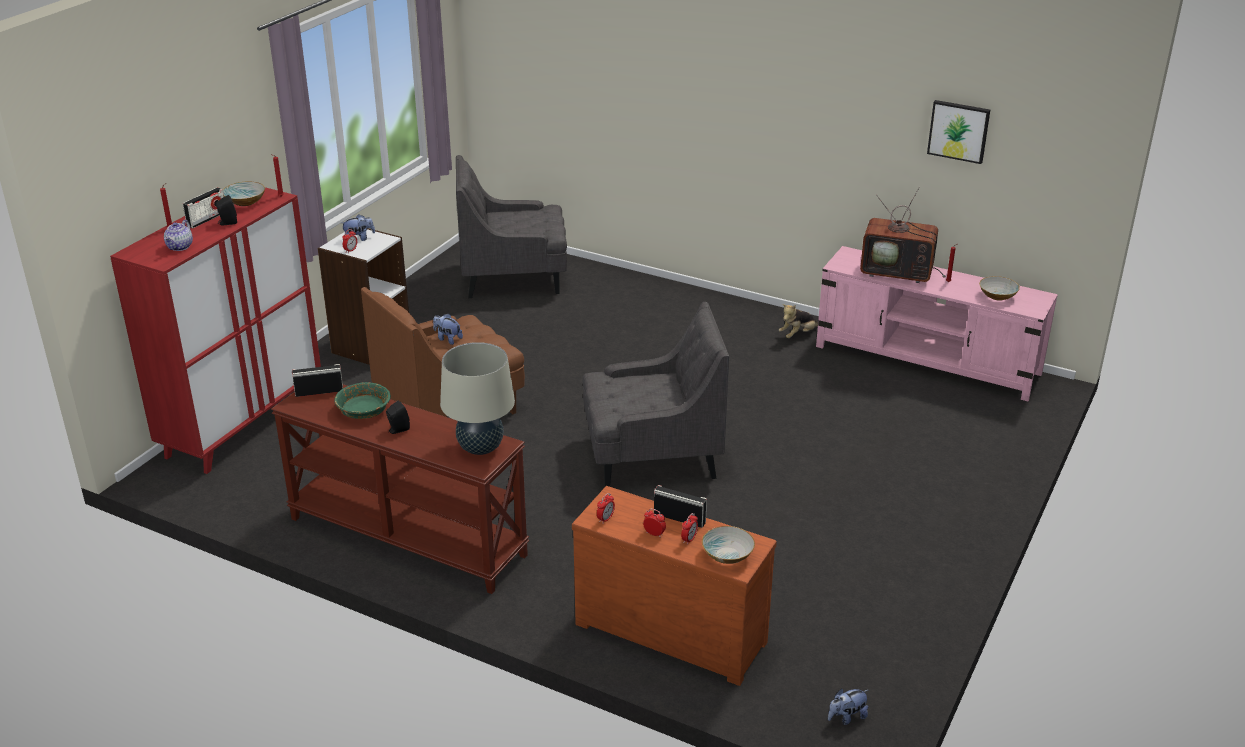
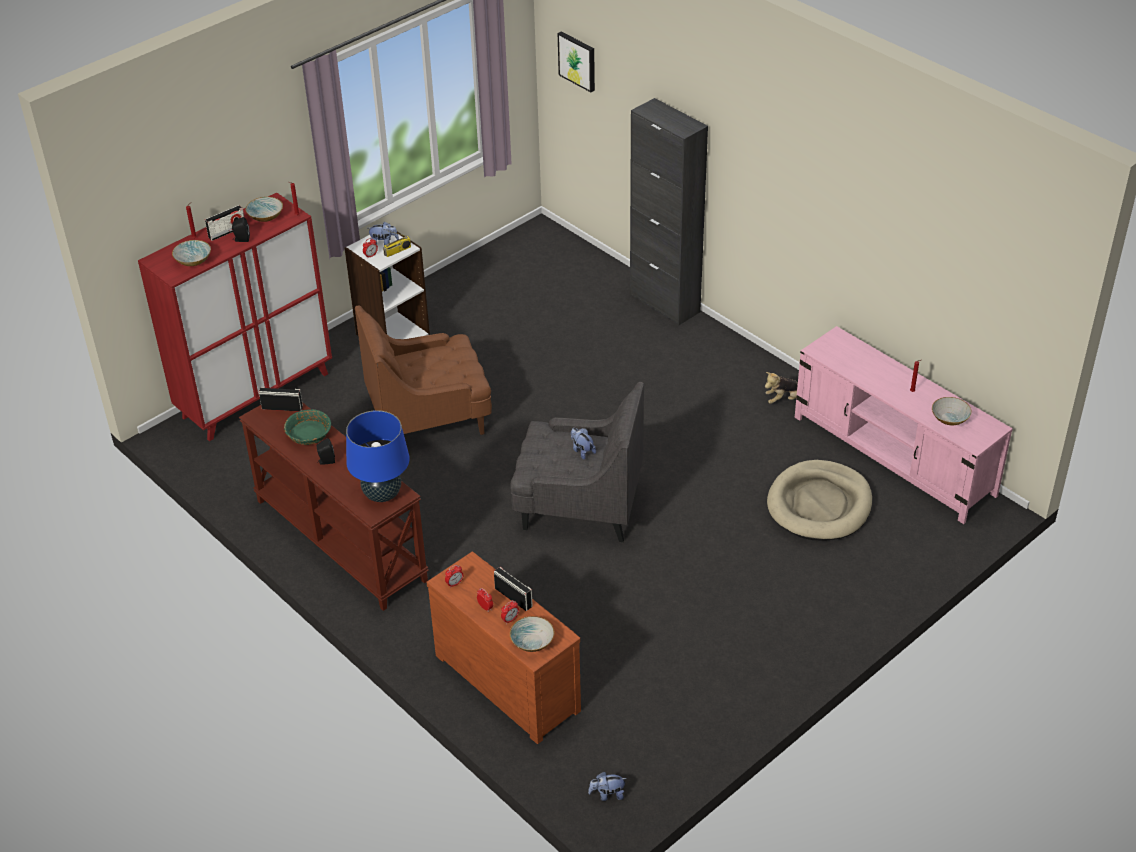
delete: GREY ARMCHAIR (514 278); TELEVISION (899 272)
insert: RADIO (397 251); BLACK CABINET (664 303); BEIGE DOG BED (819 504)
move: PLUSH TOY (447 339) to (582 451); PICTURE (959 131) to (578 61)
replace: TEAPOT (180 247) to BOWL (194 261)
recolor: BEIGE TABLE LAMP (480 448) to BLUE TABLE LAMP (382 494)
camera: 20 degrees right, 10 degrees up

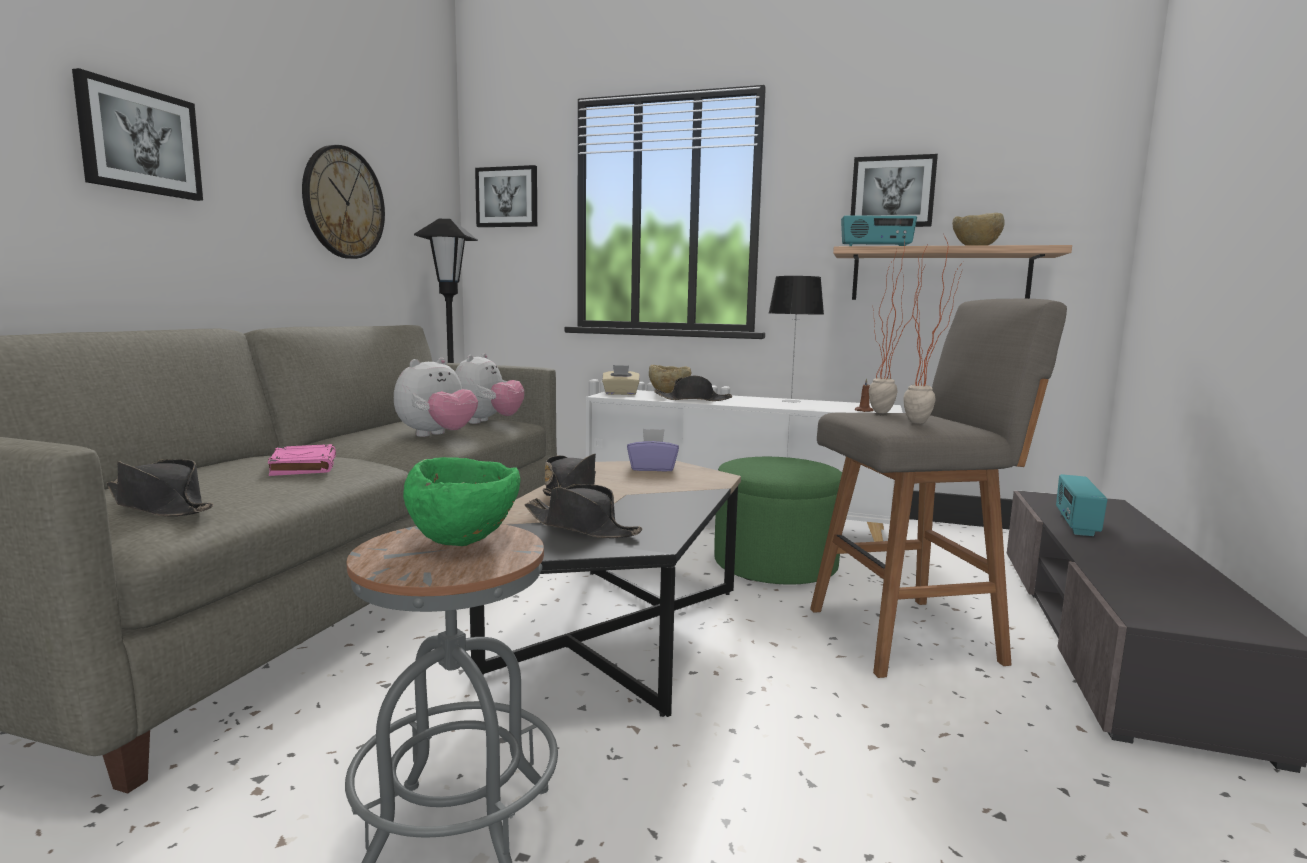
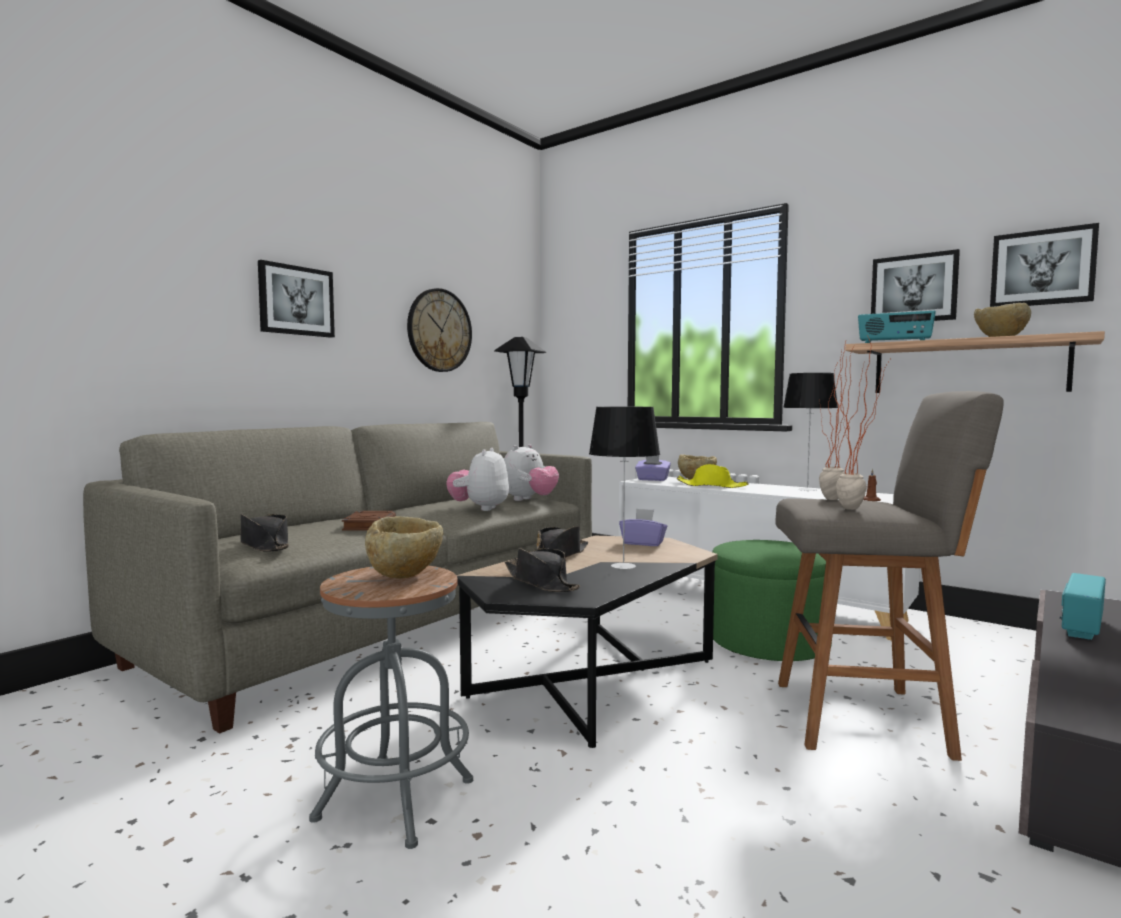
insert: TABLE LAMP (623 566)
move: PICTURE (507 197) to (1042 268)
recolor: PINK BOOK (303 466) to BROWN BOOK (369 525); GREEN BOWL (465 540) to BEIGE BOWL (406 575); BEIGE TISSUE BOX (620 393) to PURPLE TISSUE BOX (652 479); BLACK HAT (693 399) to YELLOW HAT (712 486)
rotate: PLUSH TOY (437 436) = (480 508) 135 degrees clockwise
camera: 20 degrees right, 5 degrees down

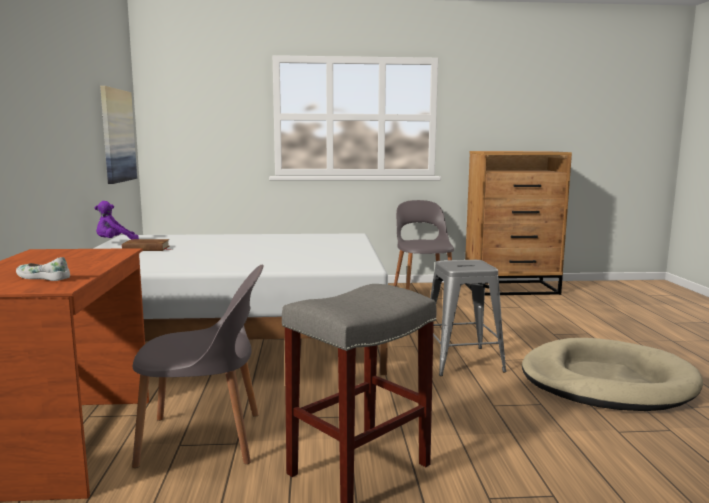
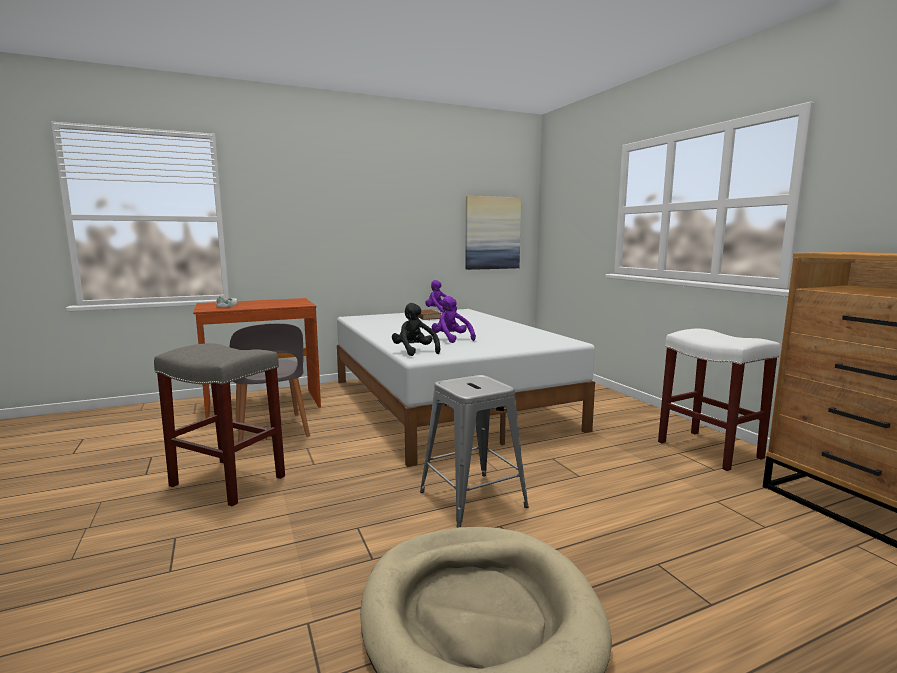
insert: BLACK PLUSH TOY (414 351); PURPLE PLUSH TOY (451 339)
replace: GREY CHAIR (423 291) to WHITE STOOL (710 450)
camera: 70 degrees right, 0 degrees up

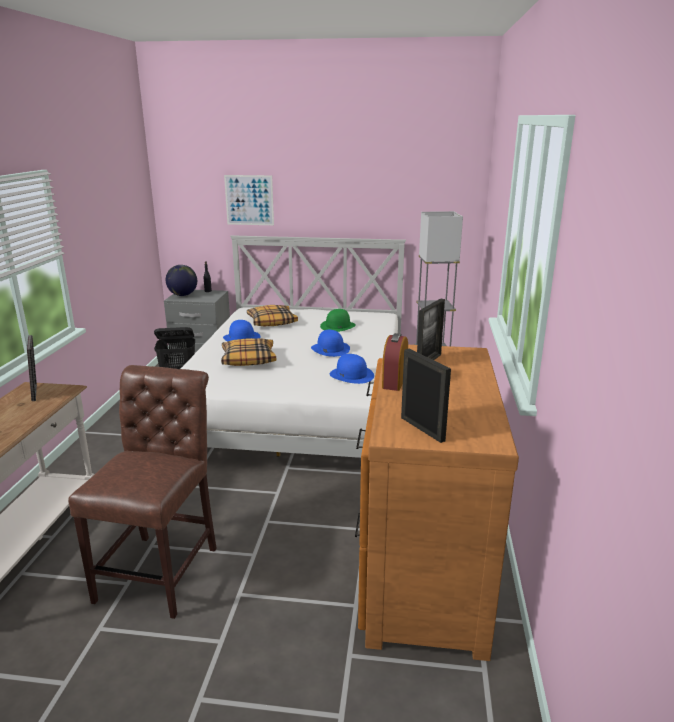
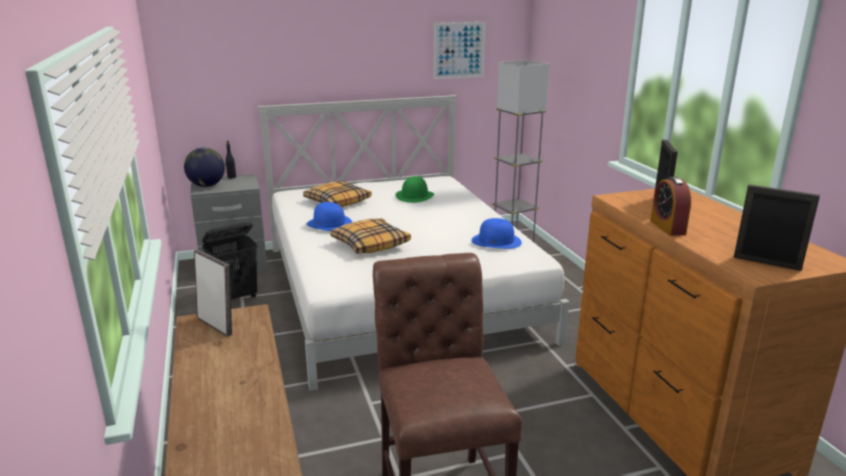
delete: BLUE HAT (330 349)
move: PICTURE (249 200) to (459 50)
camera: 25 degrees left, 0 degrees up

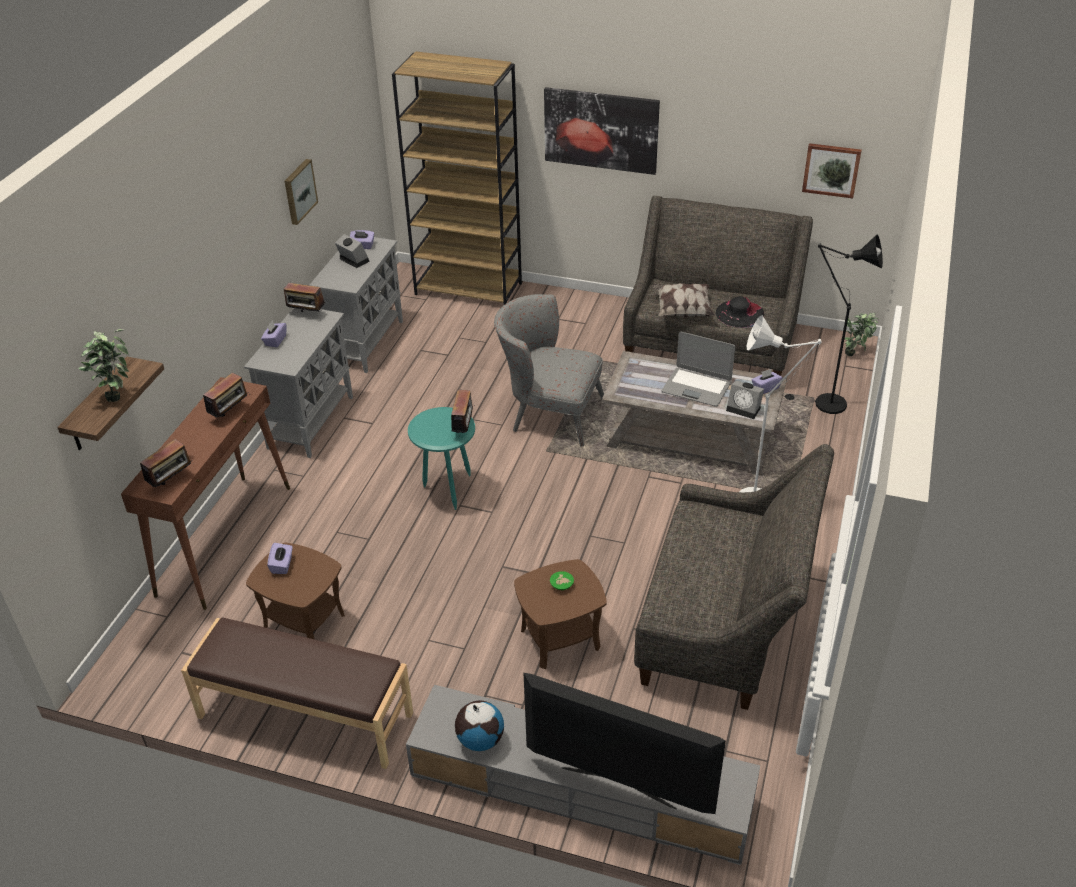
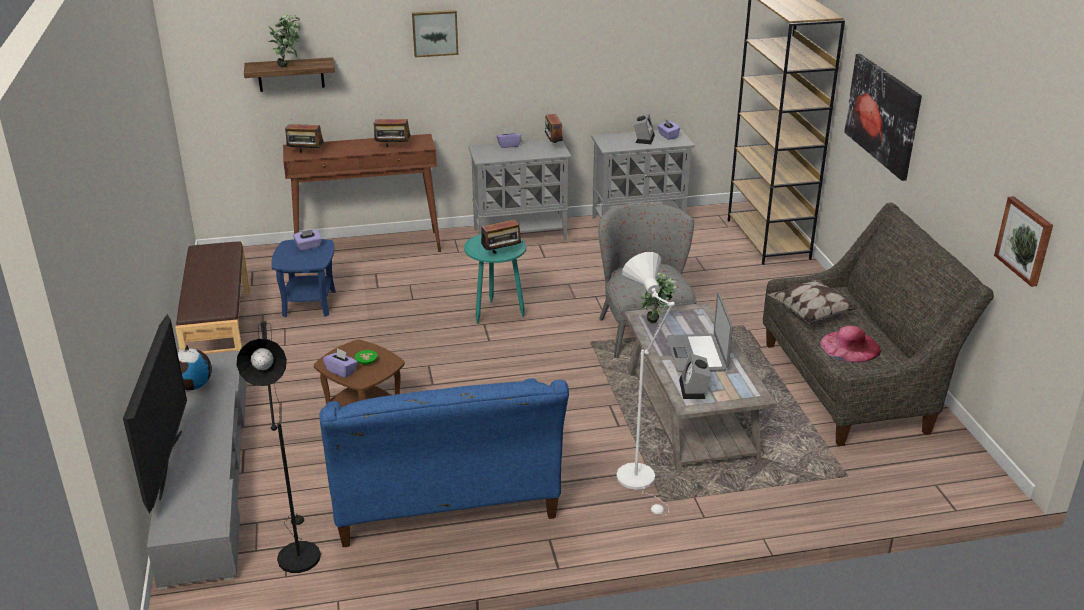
move: PICTURE (299 191) to (435 33); PURPLE TISSUE BOX (765 388) to (341 371); BLACK FLOOR LAMP (824 404) to (297 552); POTTED PLANT (855 354) to (657 324)
recolor: BROWN SIDE TABLE (304 621) to BLUE SIDE TABLE (309 303); GREY SOFA (726 624) to BLUE SOFA (445 505); BLACK HAT (740 313) to PINK HAT (850 346)
camera: 60 degrees right, 10 degrees down

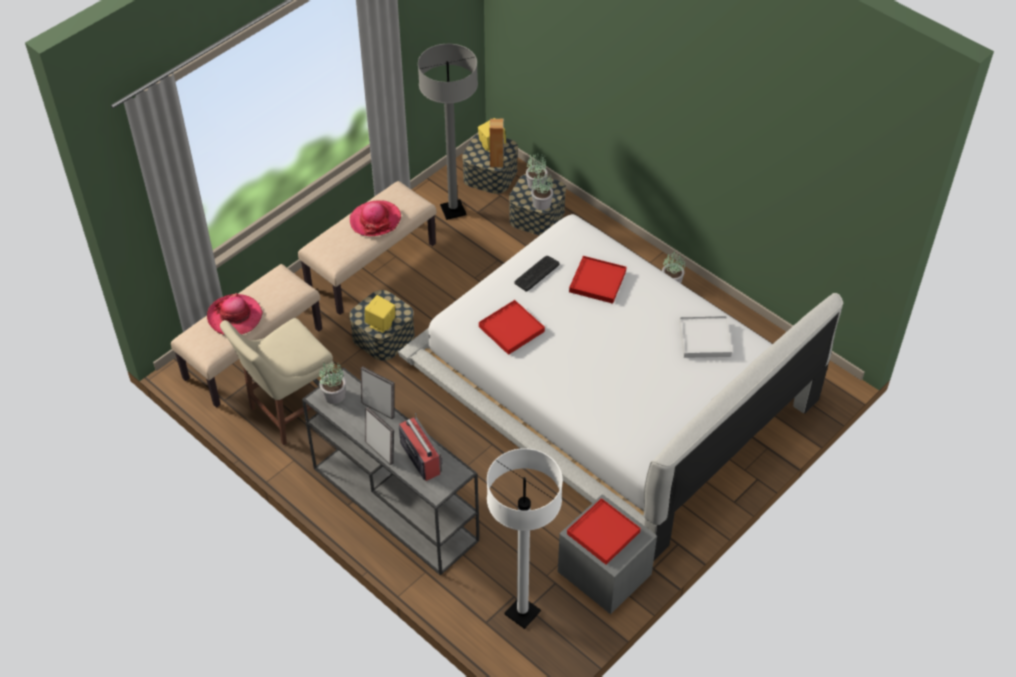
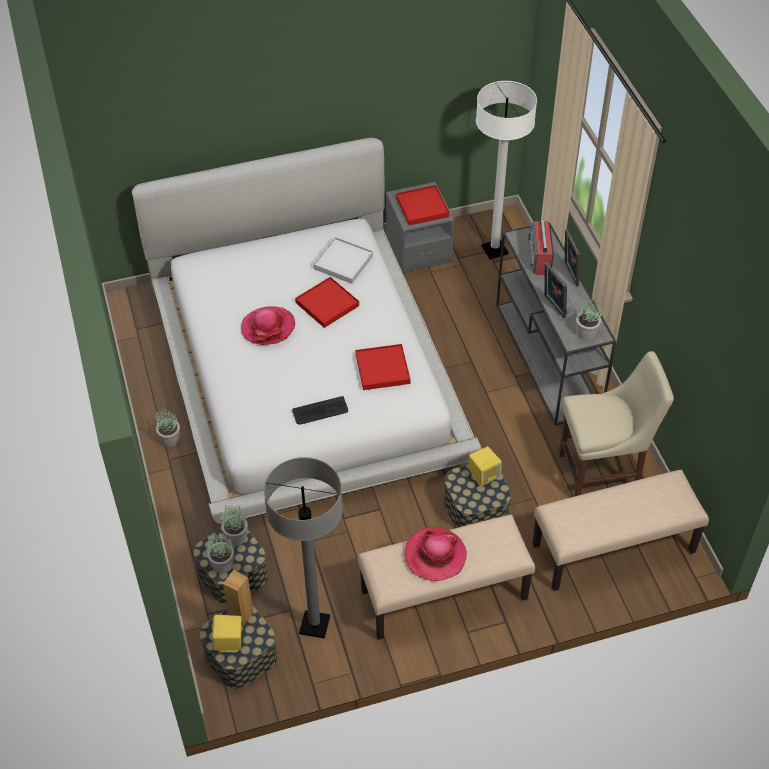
move: HAT (235 316) to (268 327); RED TRAY (597 281) to (327 304); WHITE TRAY (704 339) to (343 262)
camera: 150 degrees left, 0 degrees up

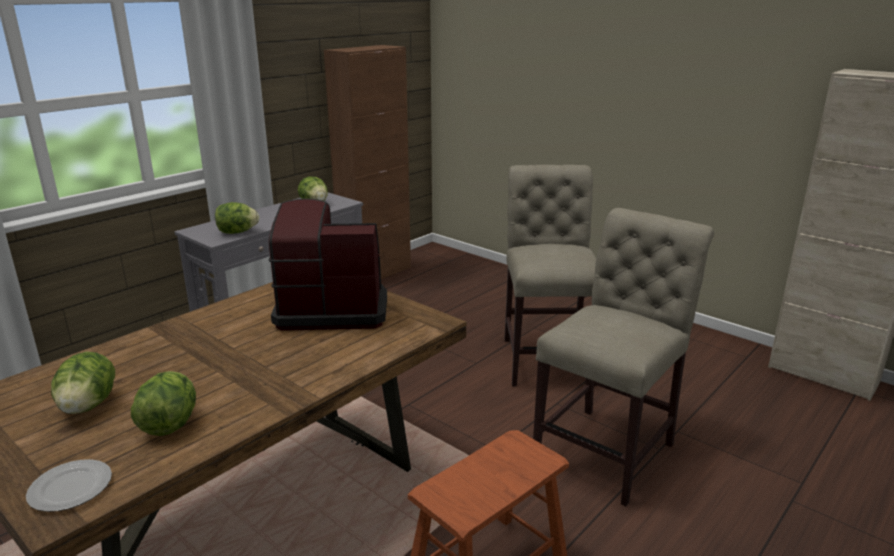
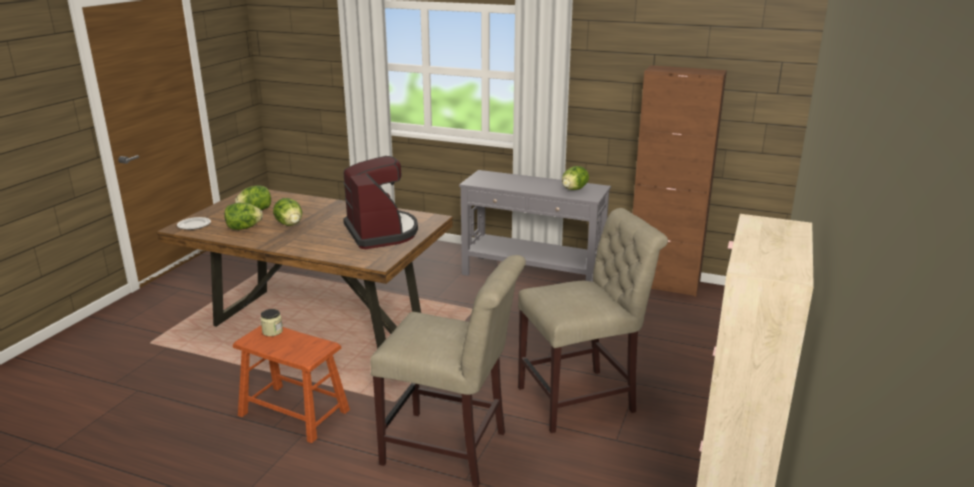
insert: JAR (272 331)
move: LETTUCE (237 232) to (290 224)
camera: 70 degrees right, 0 degrees up

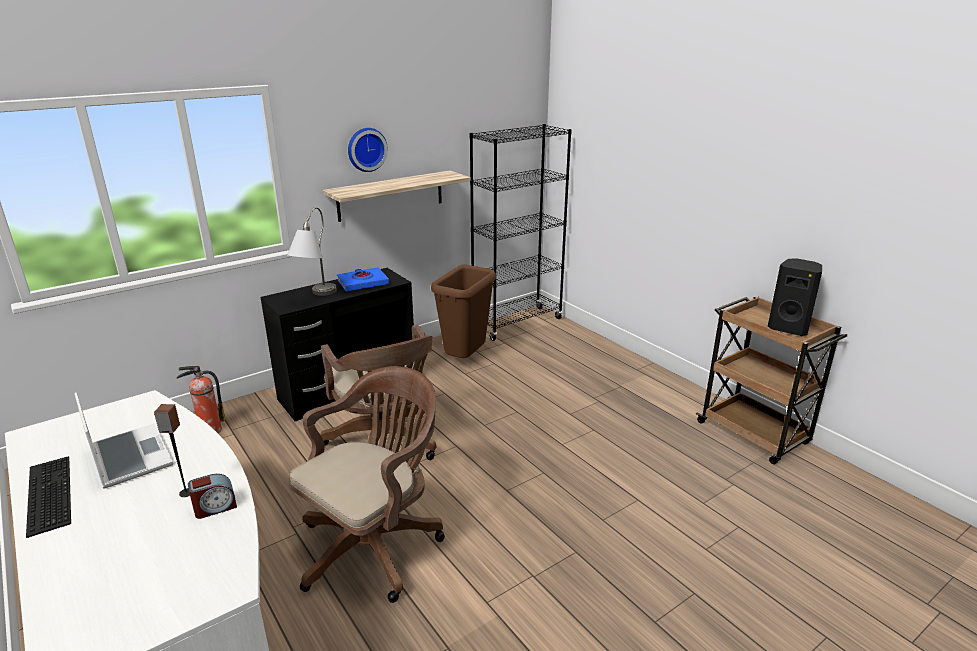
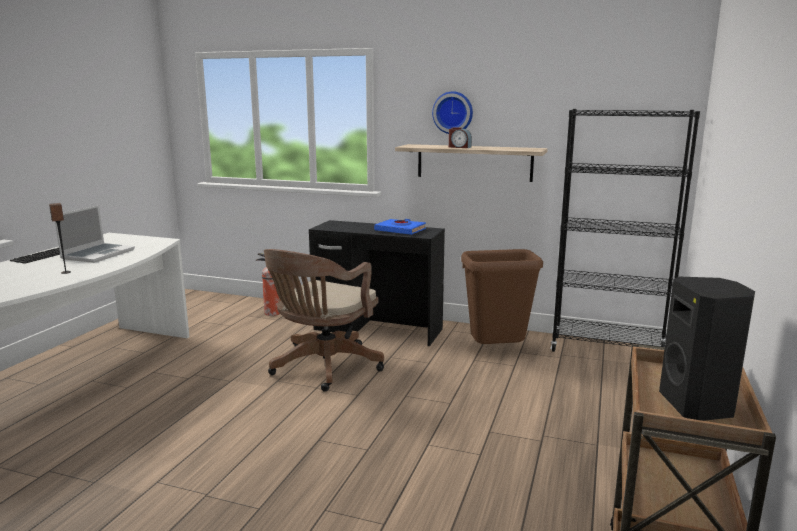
delete: GREY TABLE LAMP (316 297); BROWN OFFICE CHAIR (375 544)
move: ALARM CLOCK (215 507) to (459 147)
camera: 55 degrees right, 10 degrees down

